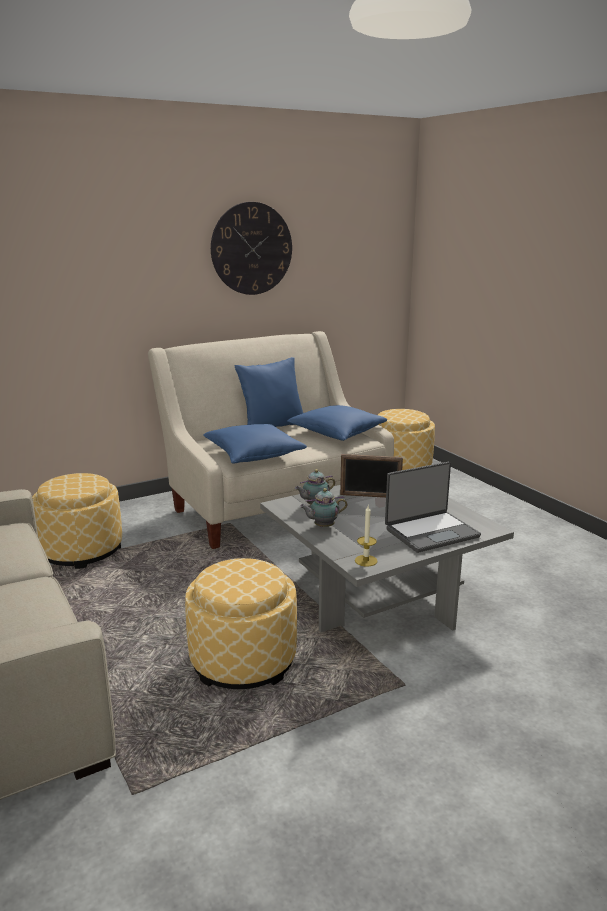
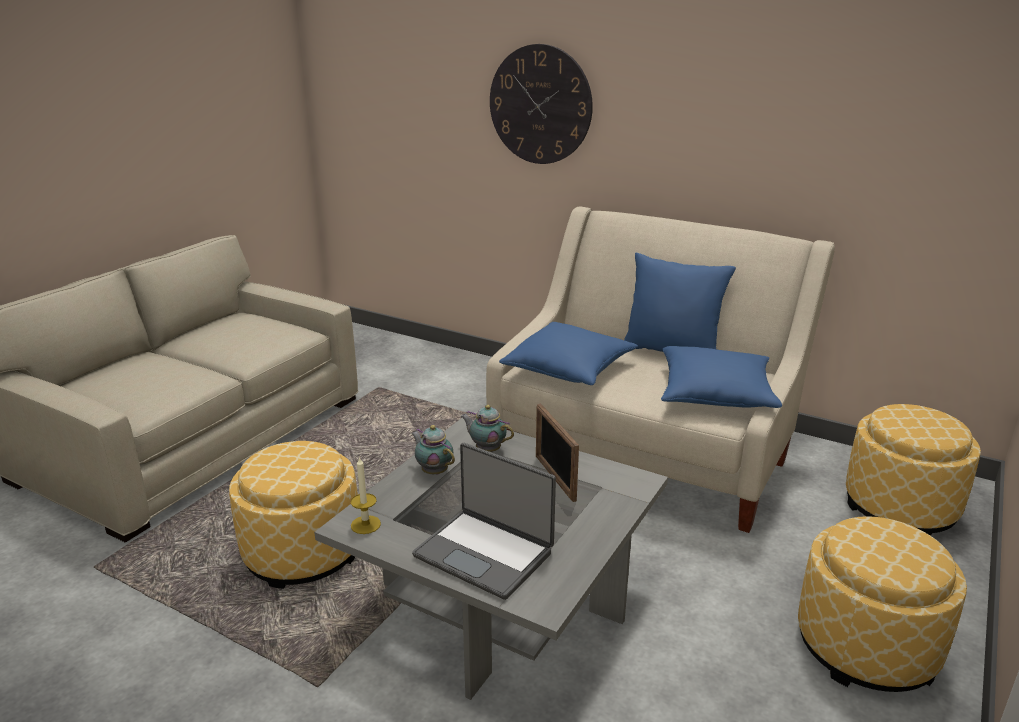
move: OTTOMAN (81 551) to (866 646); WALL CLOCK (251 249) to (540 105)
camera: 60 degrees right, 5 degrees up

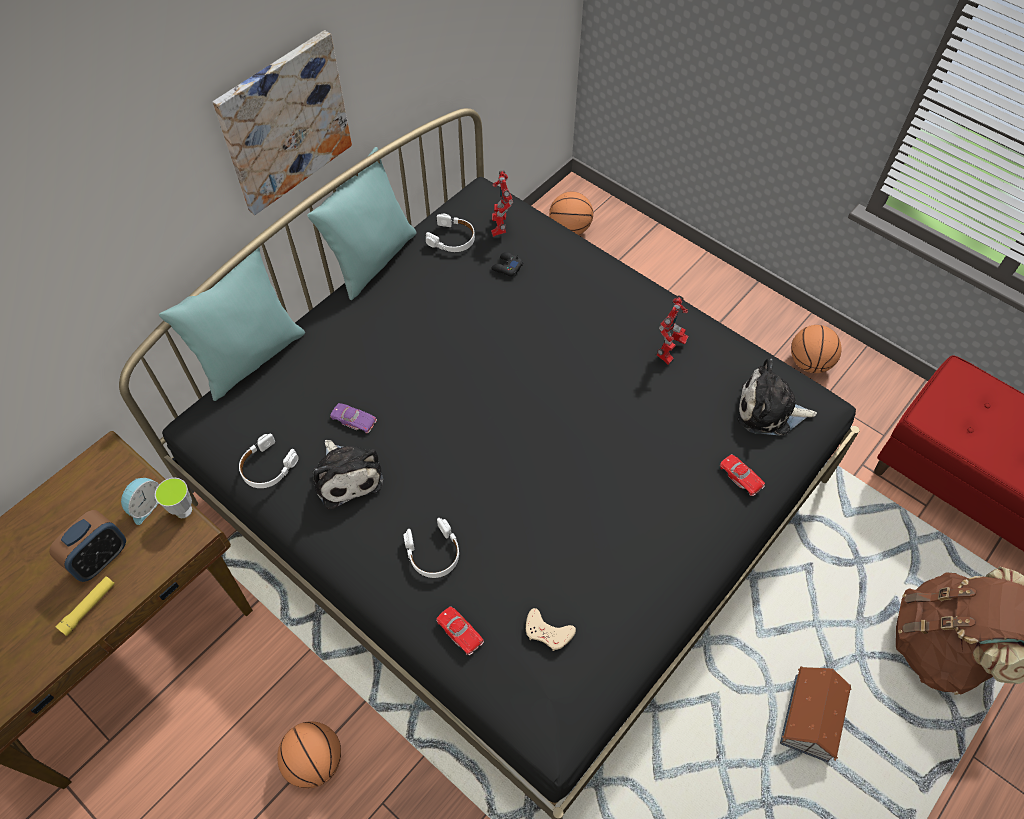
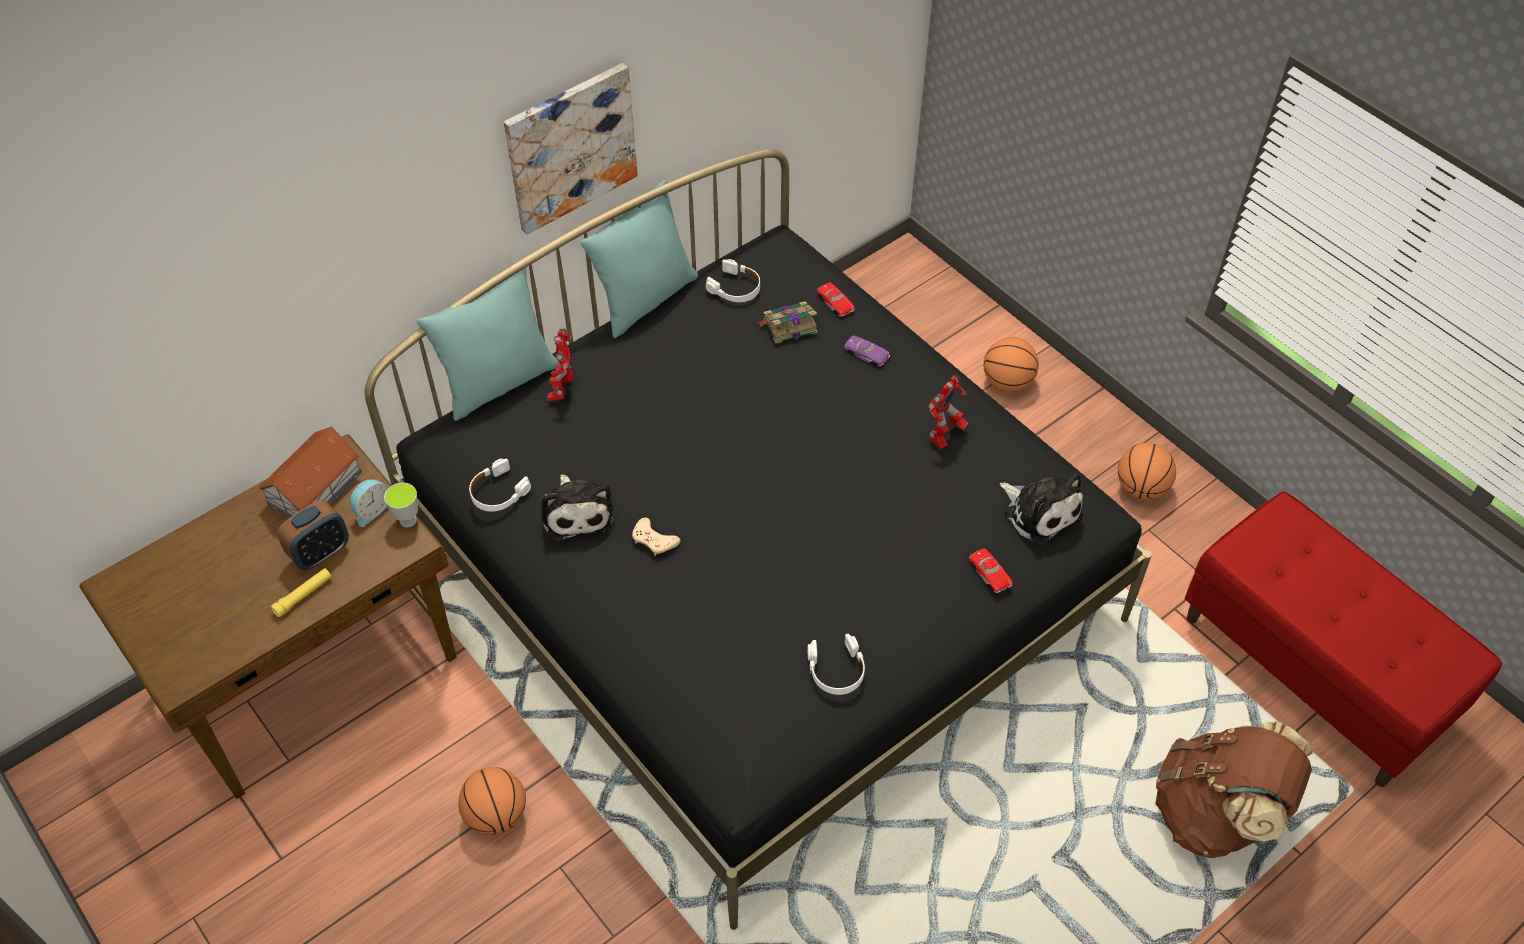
move: PURPLE TOY CAR (354 419) to (866 353); WHITE HEADPHONES (433 553) to (836 670); RED TOY CAR (460 632) to (835 302); TOY ROBOT (500 226) to (562 389); BEIGE GAME CONTROLLER (548 632) to (654 540); BASKETBALL (570 229) to (1007 382); TOY HOUSE (811 717) to (316 487)
replace: BLACK GAME CONTROLLER (507 267) to BOOK (788 325)
rotate: PLUSH TOY (769 410) = (1039 512) 150 degrees counterclockwise
camera: 10 degrees right, 5 degrees down

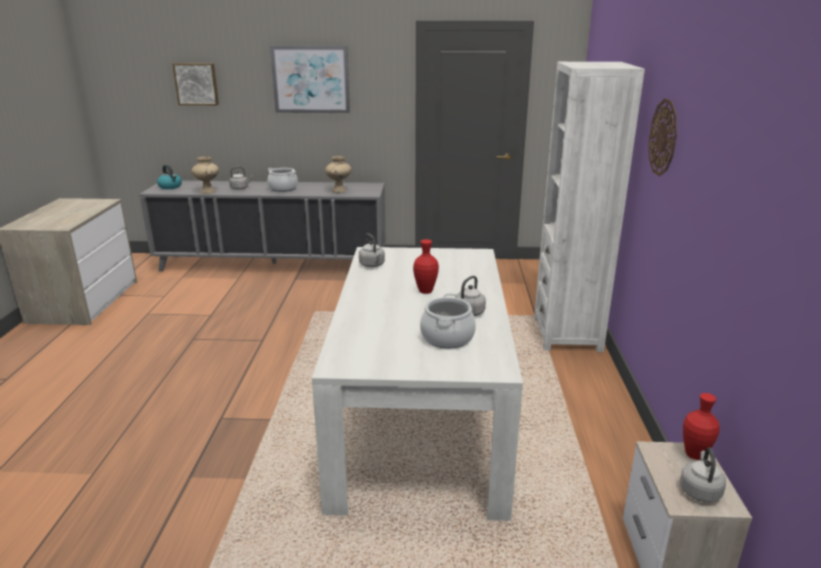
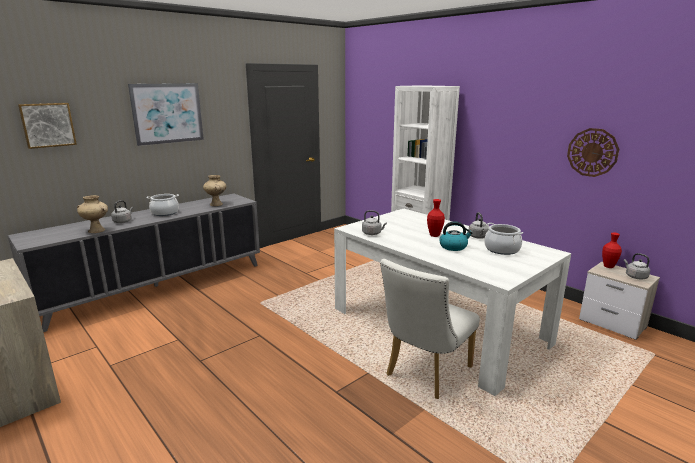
insert: WHITE CHAIR (424 373)
move: KETTLE (170 187) to (453 247); WALL CLOCK (663 137) to (592 152)
camera: 45 degrees left, 5 degrees down

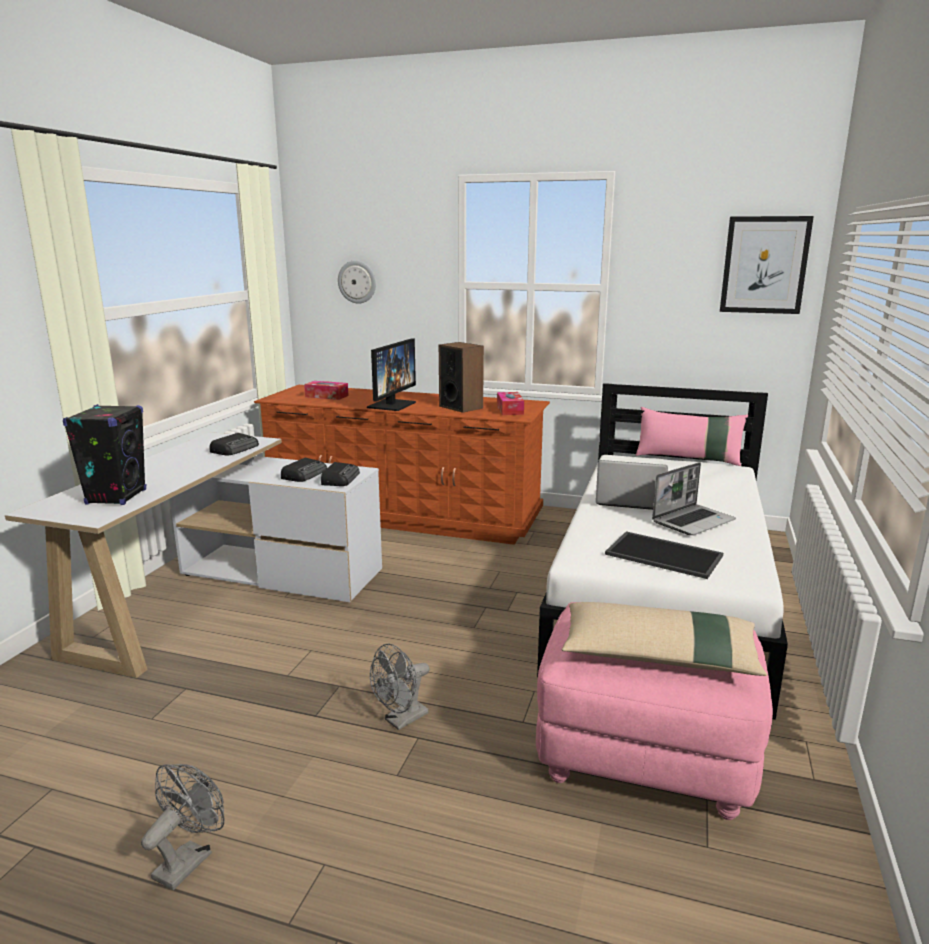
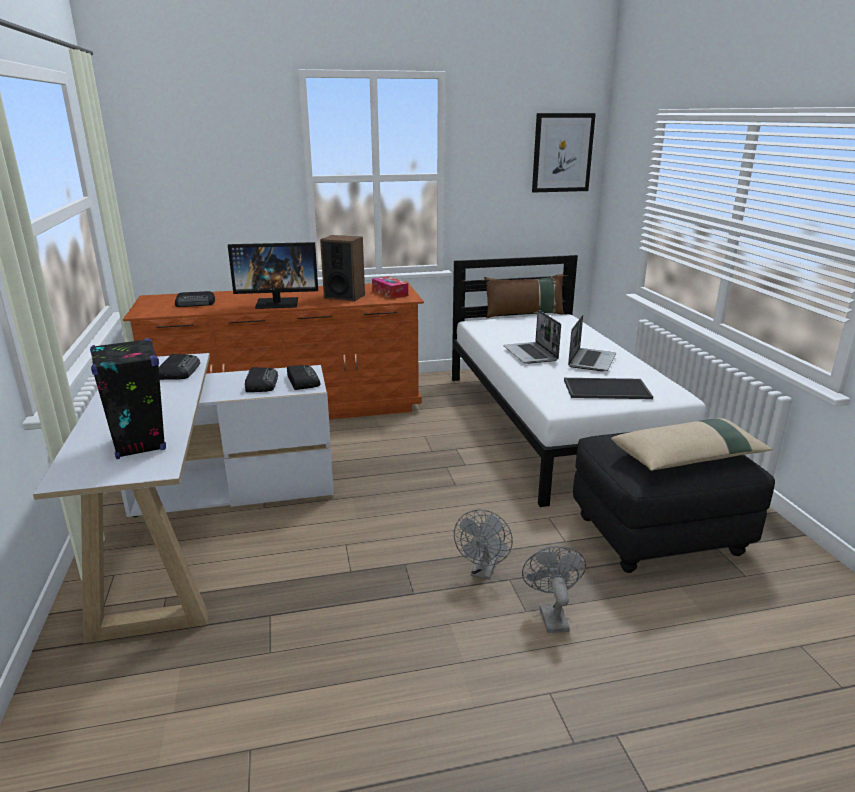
delete: WALL CLOCK (357 282)
move: GREY FAN (189 859) to (551 615)
replace: TISSUE BOX (326 396) to RADIO (196 303)
recolor: PINK OTTOMAN (645 755) to BLACK OTTOMAN (659 535); PINK PILLOW (688 458) to BROWN PILLOW (524 314)
rotate: MONITOR (391 405) = (277 303) 90 degrees clockwise; LAPTOP (628 501) = (531 354) 90 degrees counterclockwise
camera: 30 degrees left, 5 degrees up

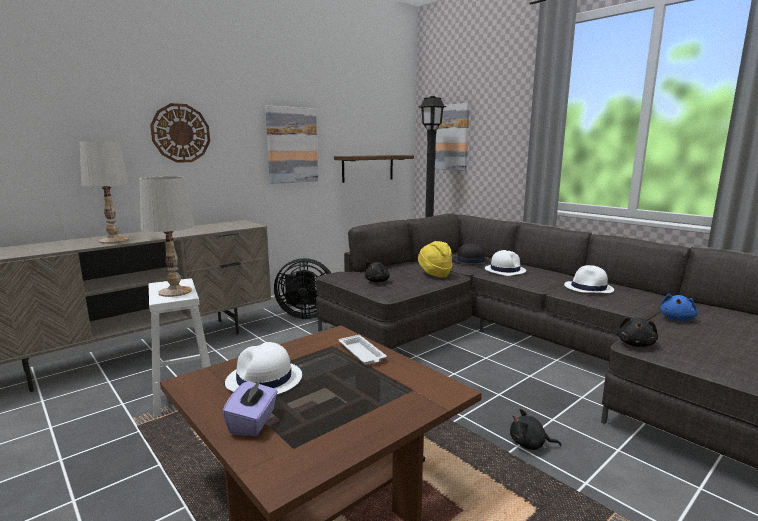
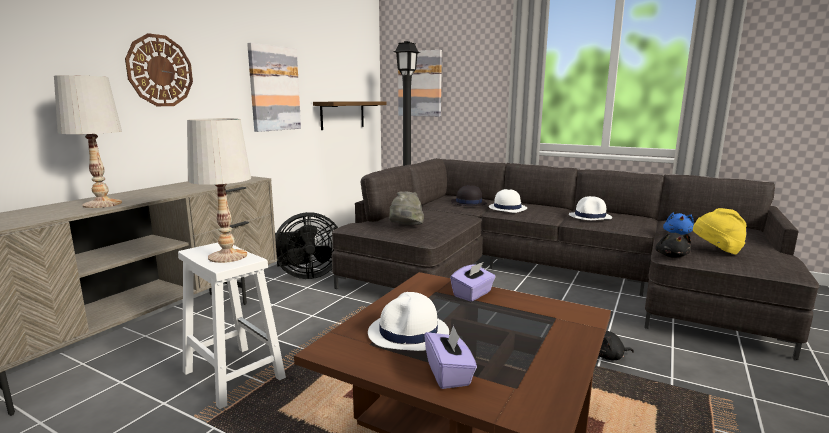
move: YELLOW HAT (434 274) to (716 251)
replace: WHITE TRAY (362 353) to PURPLE TISSUE BOX (472 294); BLACK PLUSH TOY (378 281) to GREY HAT (405 228)
camera: 20 degrees left, 0 degrees up

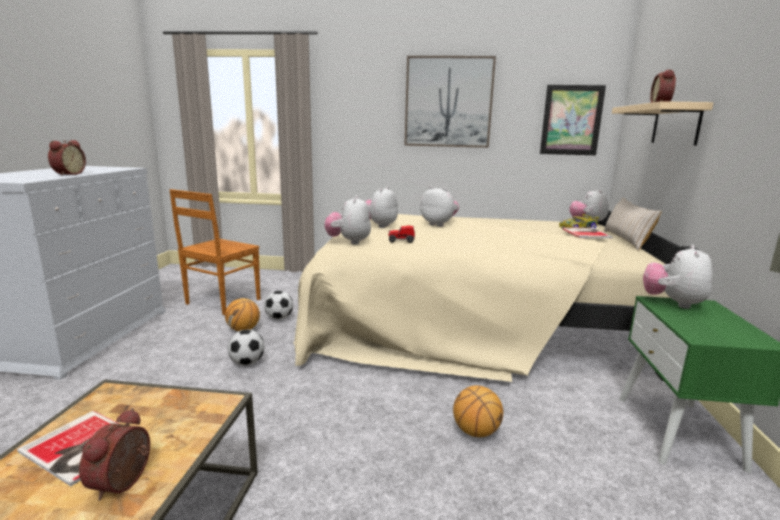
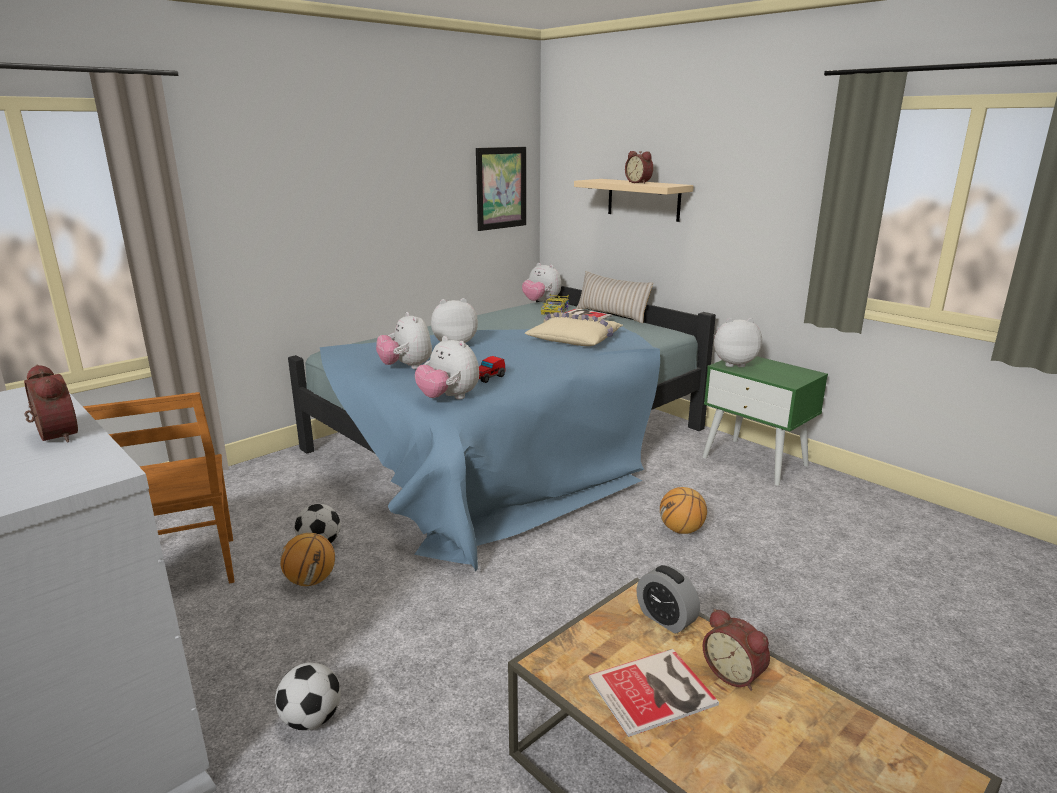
delete: PICTURE (448 102)
insert: BEIGE PILLOW (575 339); ALARM CLOCK (665 619)
move: FOOTBALL (247 363) to (312 719)
recolor: BEIGE BED (470 320) to BLUE BED (509 445)
rotate: PLUSH TOY (673 303) = (733 363) 120 degrees clockwise
camera: 50 degrees left, 5 degrees up

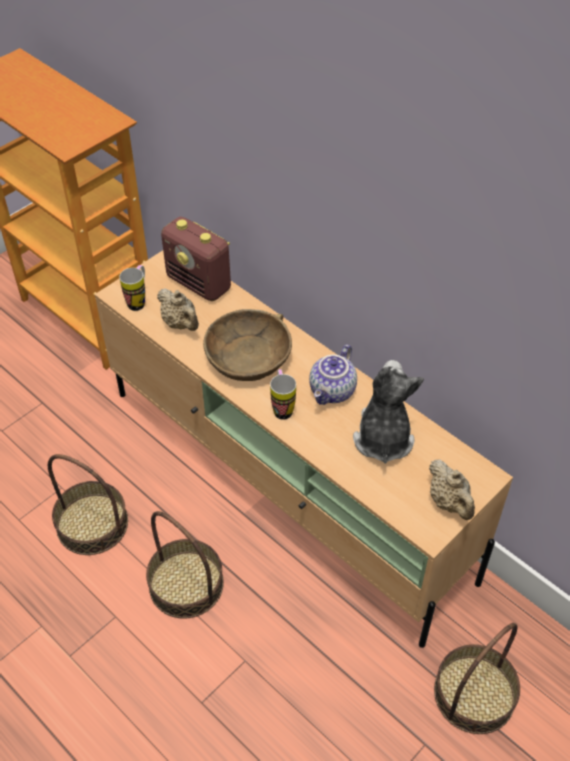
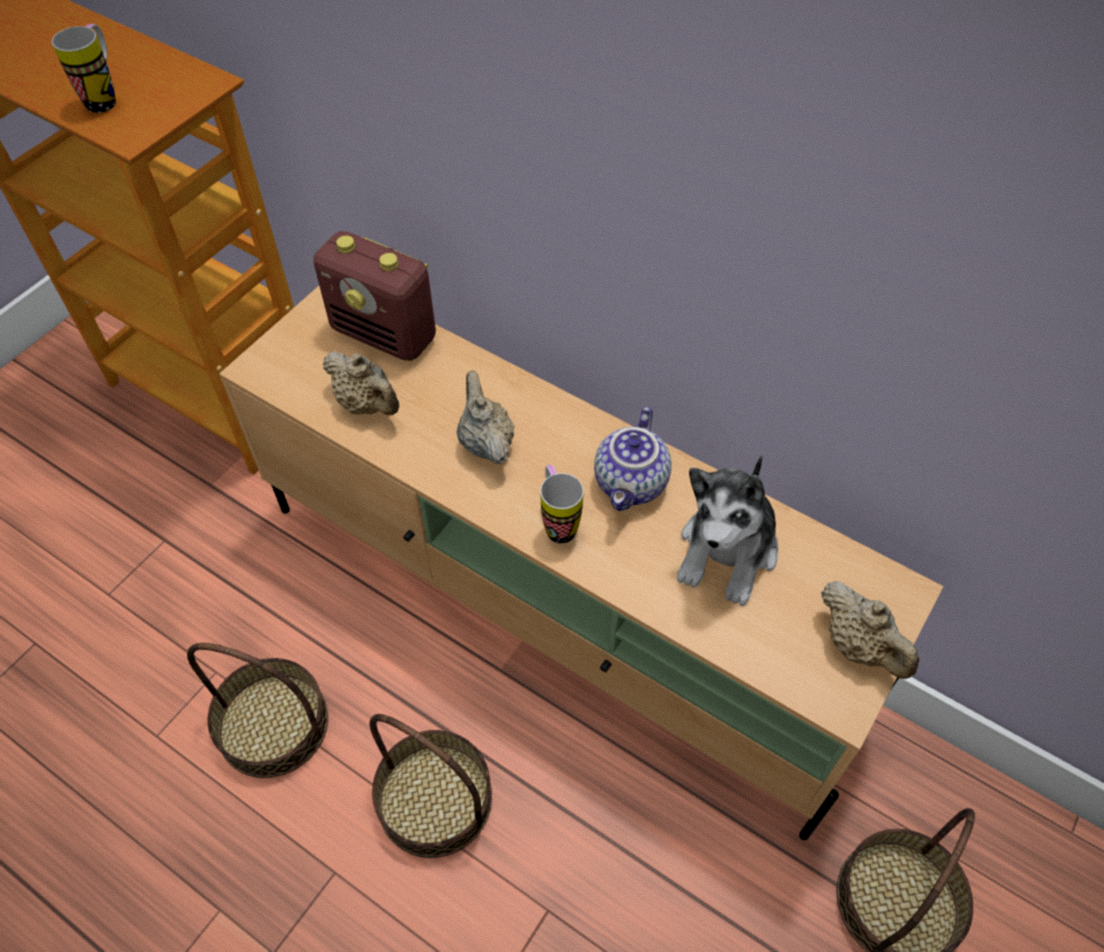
move: MUG (138 301) to (105 98)
replace: BROWN BOWL (248 355) to BEIGE TEAPOT (485 442)
rotate: PLUSH TOY (383 438) = (728 551) 150 degrees counterclockwise
camera: 10 degrees left, 5 degrees up

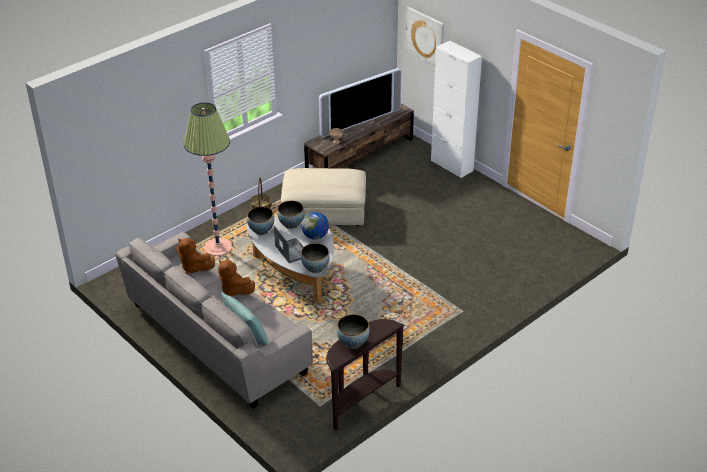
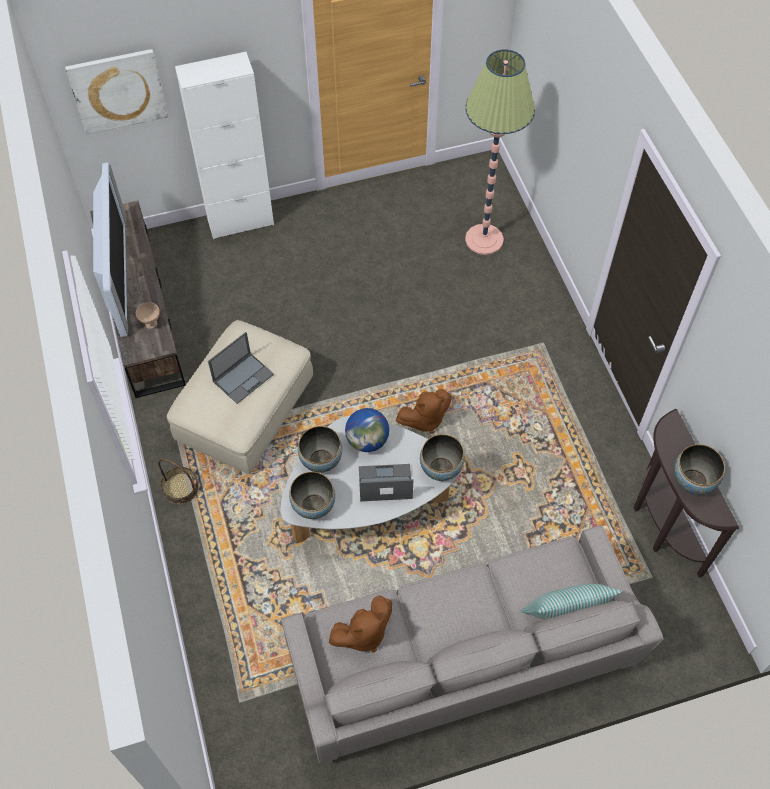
insert: LAPTOP (243 377)
move: FLOOR LAMP (218 247) to (484 239); BROWN PLUSH TOY (234 290) to (424 419)
camera: 65 degrees left, 20 degrees up

